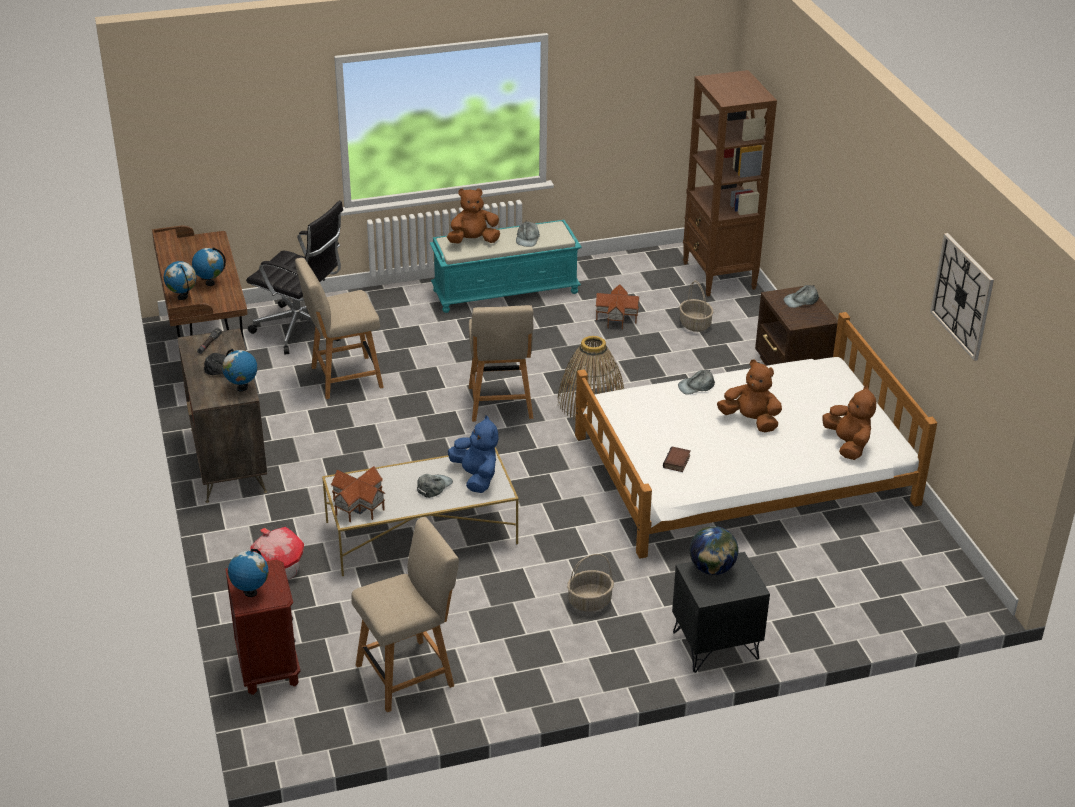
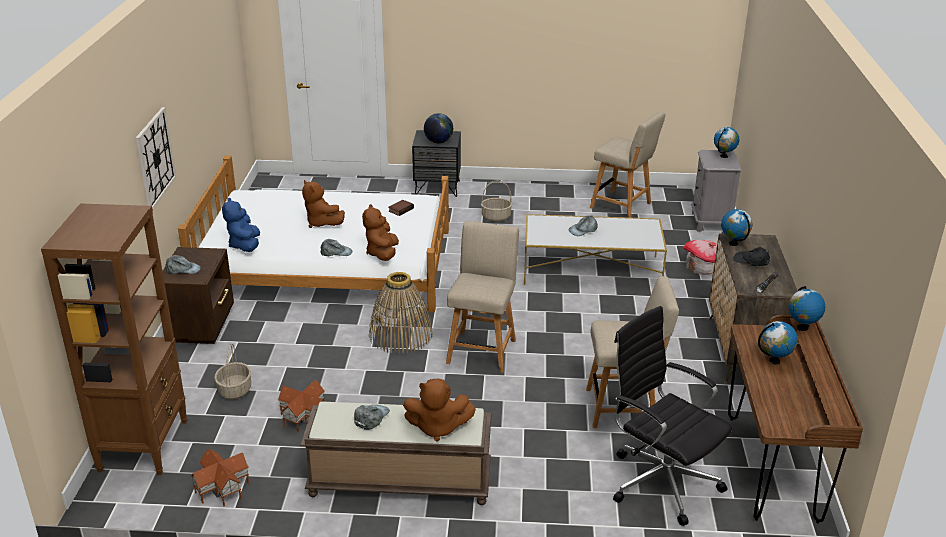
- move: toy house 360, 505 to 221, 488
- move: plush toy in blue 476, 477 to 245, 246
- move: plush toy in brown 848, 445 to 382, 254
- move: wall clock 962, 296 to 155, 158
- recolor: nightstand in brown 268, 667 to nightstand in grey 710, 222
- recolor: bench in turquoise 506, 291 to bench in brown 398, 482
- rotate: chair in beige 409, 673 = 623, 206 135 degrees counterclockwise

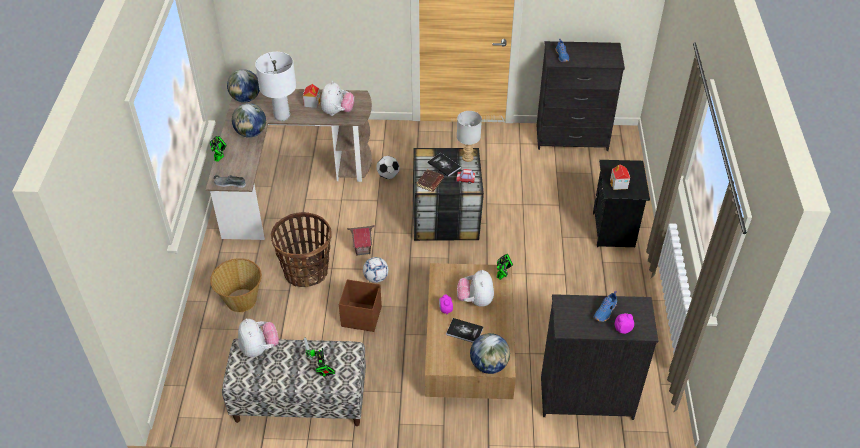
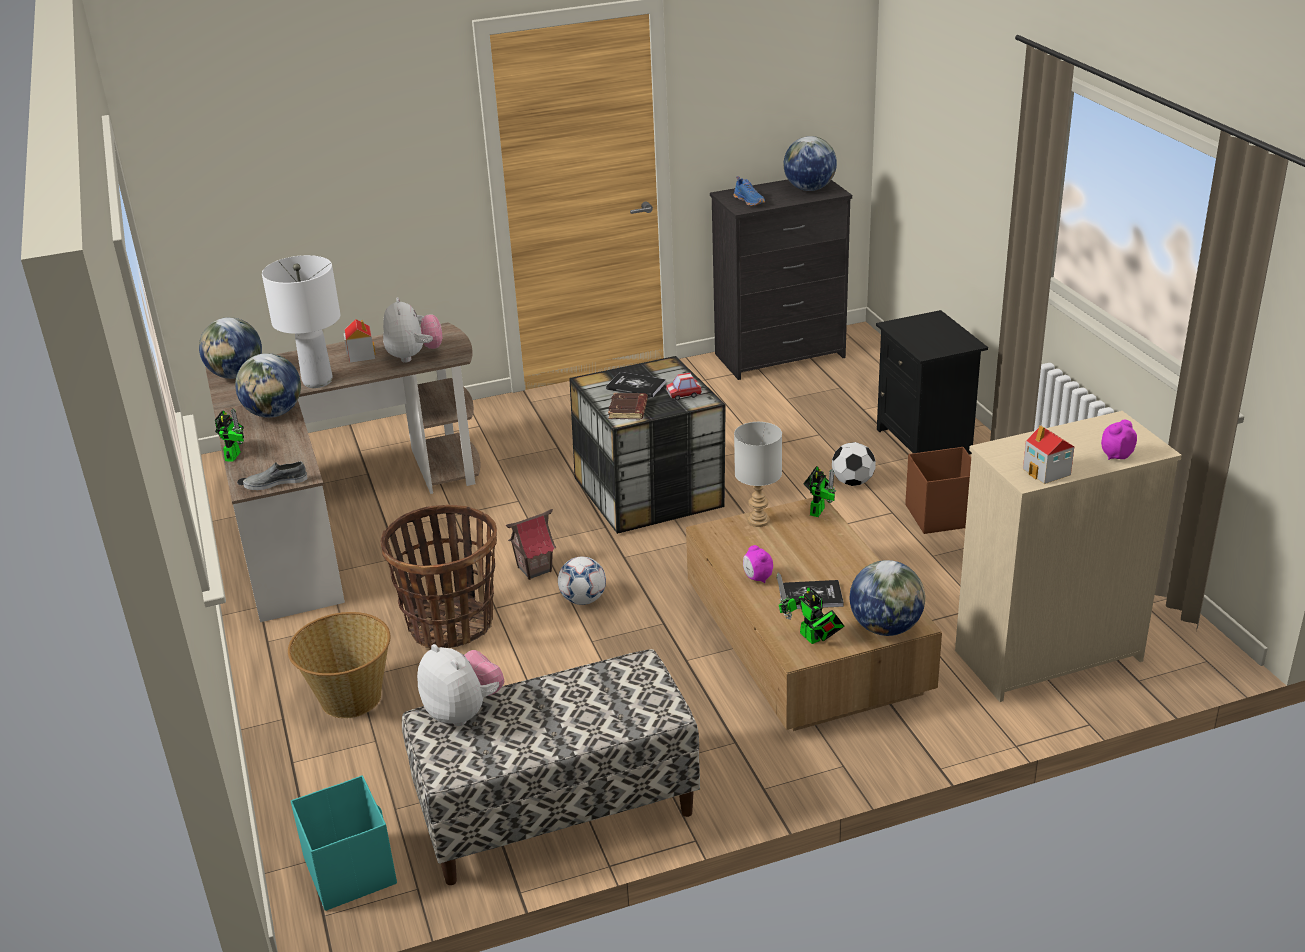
- delete: plush toy 475, 300
- delete: shoe in blue 605, 312
- insert: storage box in turquoise 350, 870
- insert: globe 809, 189
- move: toy robot 322, 371 to 812, 639
- move: storage box in brown 361, 316 to 940, 515
- move: football 388, 175 to 852, 482
- move: table lamp in grey 467, 158 to 757, 521
- move: toy house 619, 184 to 1047, 472
- recolor: dresser in black 585, 397 to dresser in beige 1045, 655

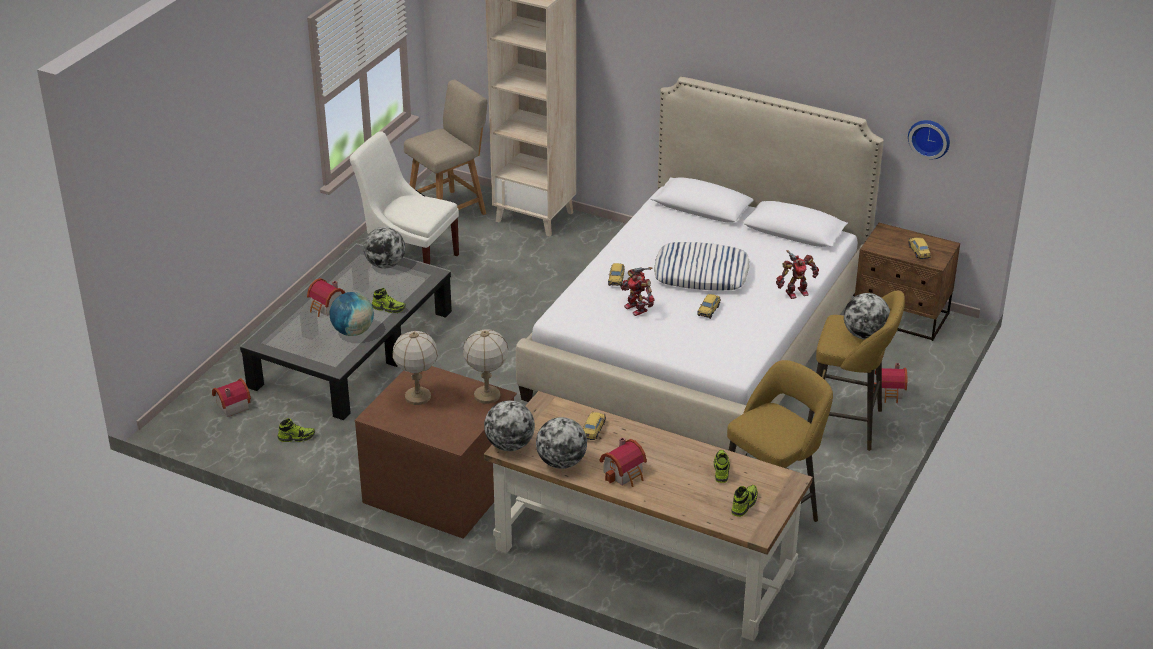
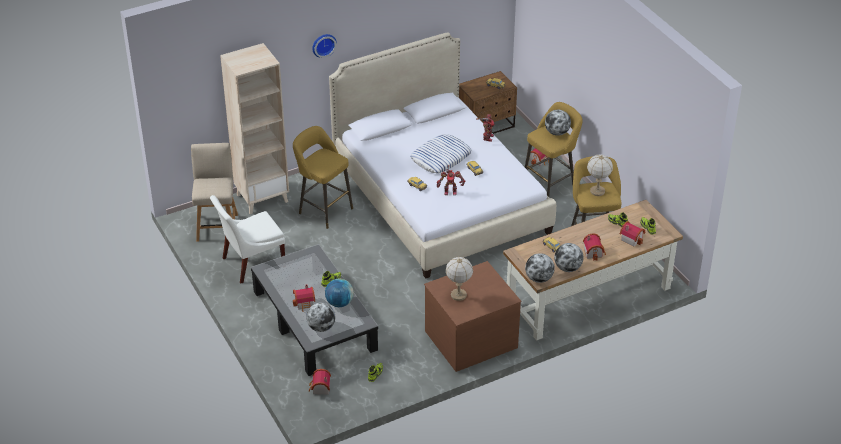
- insert: stool in yellow 323, 209
- insert: toy house 631, 238
- move: globe 385, 265 to 321, 327
- move: table lamp 486, 395 to 597, 191
- move: wall clock 930, 138 to 323, 44

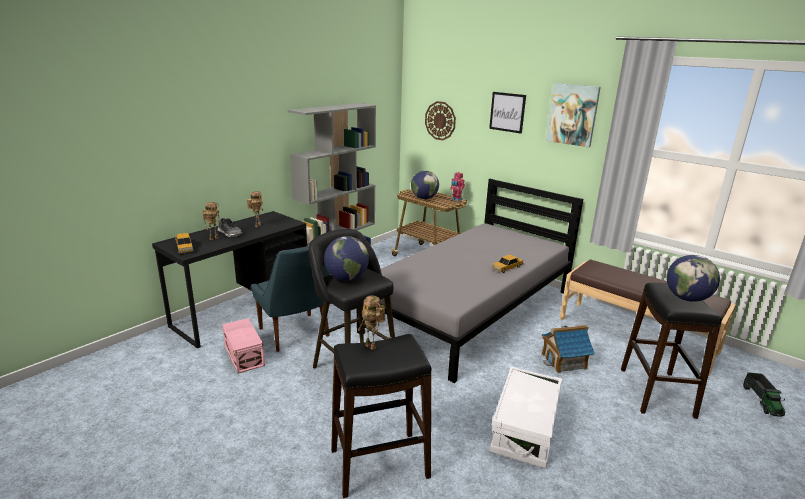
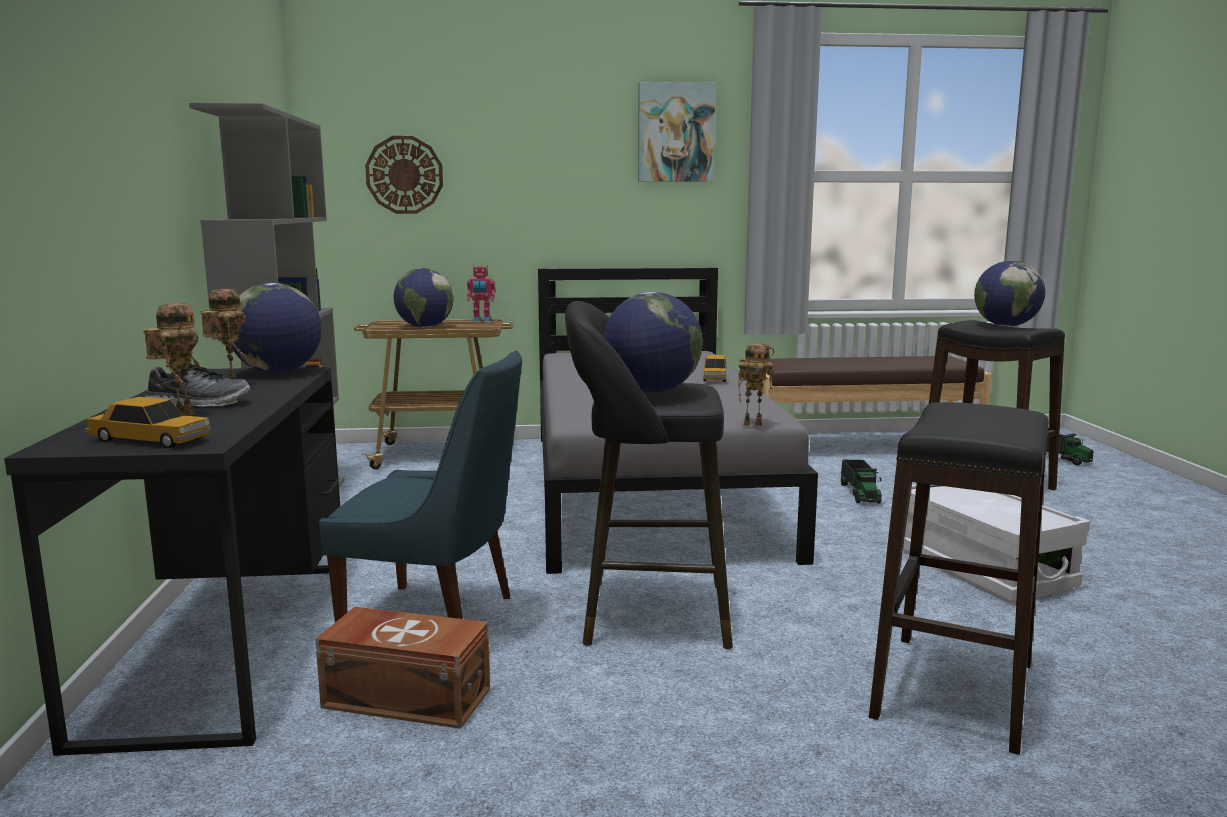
- delete: picture 507, 112
- insert: globe 278, 372
- move: toy robot 372, 346 to 753, 424
- replace: toy house 564, 361 to toy truck 860, 494
- recolor: storage box in pink 245, 355 to storage box in brown 406, 696

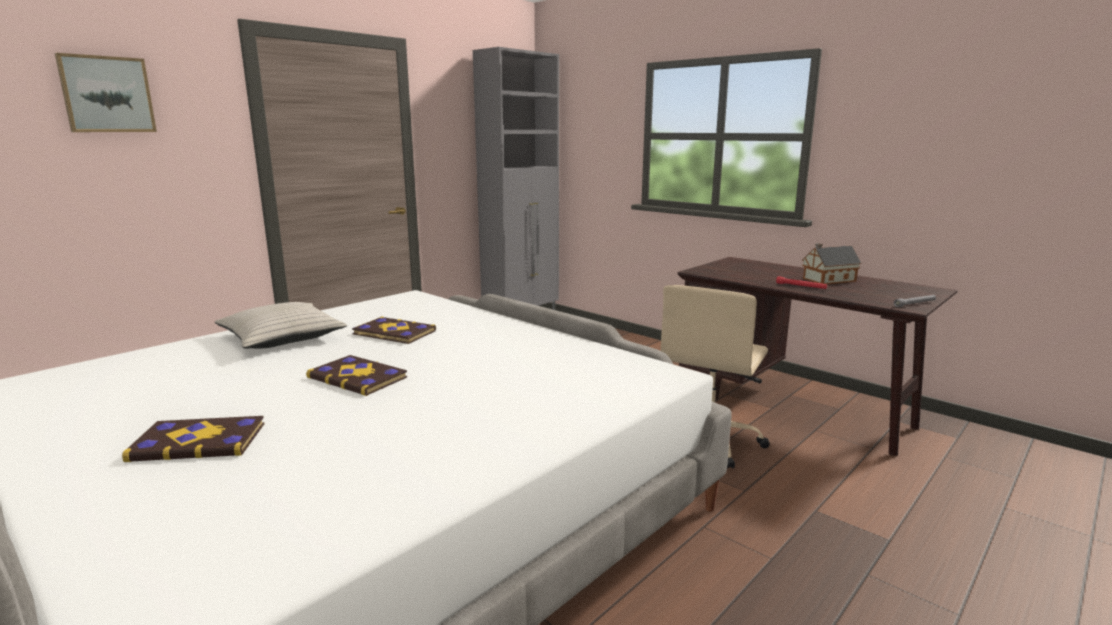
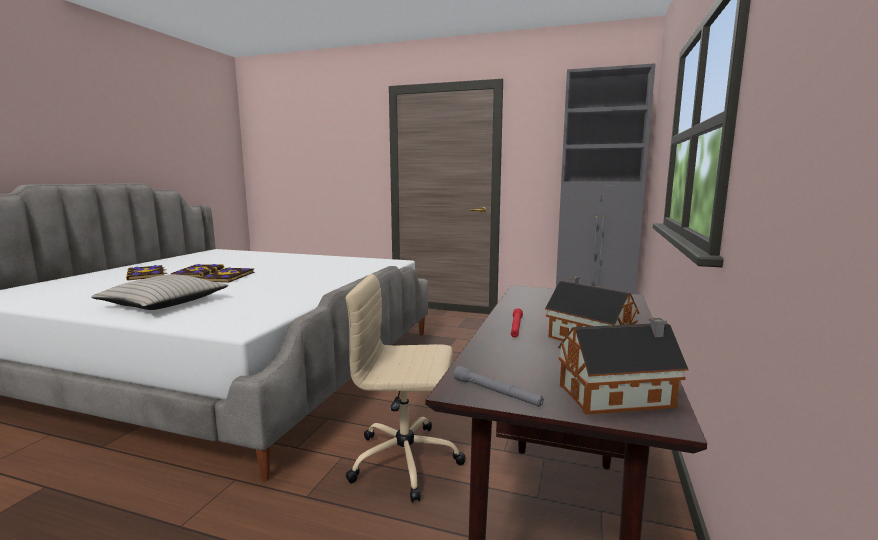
- delete: picture 107, 94
- insert: toy house 620, 396
- move: pillow in beige 282, 337 to 163, 303
- move: book 393, 333 to 198, 273

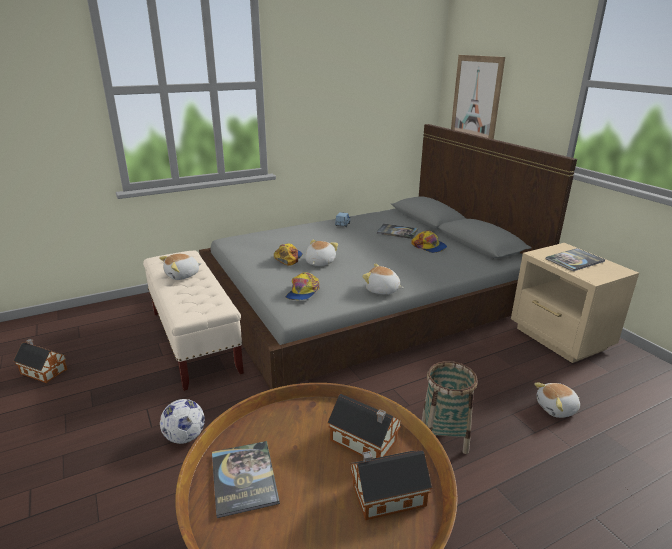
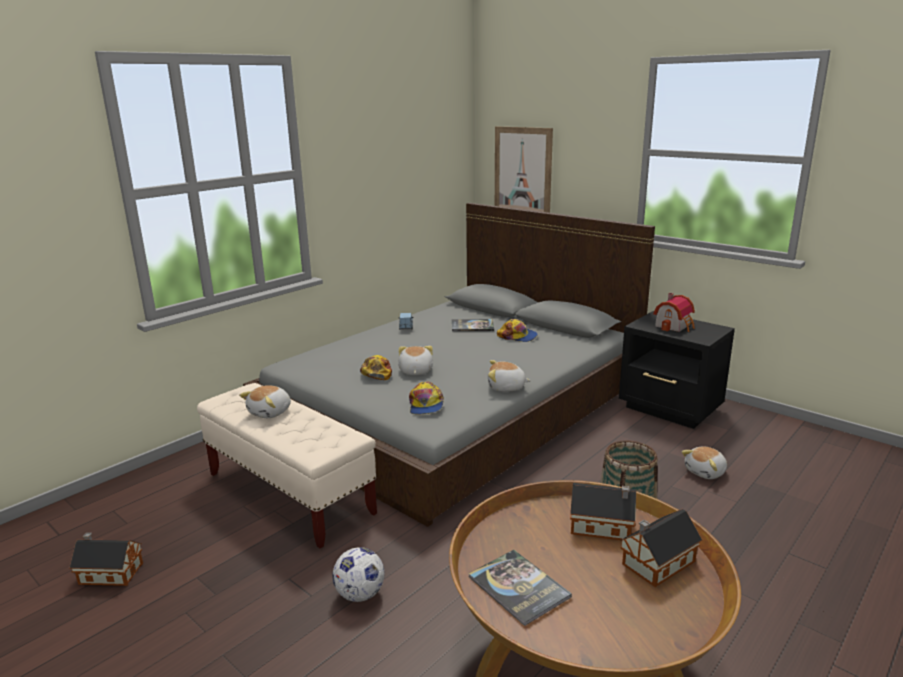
- replace: book 575, 260 to toy house 675, 326
- recolor: nightstand in beige 560, 339 to nightstand in black 670, 409

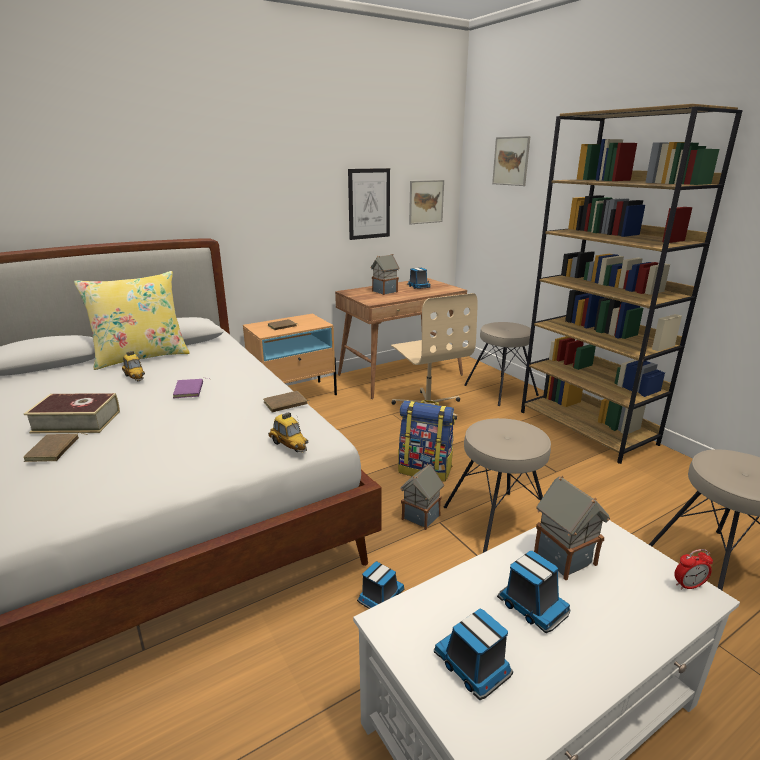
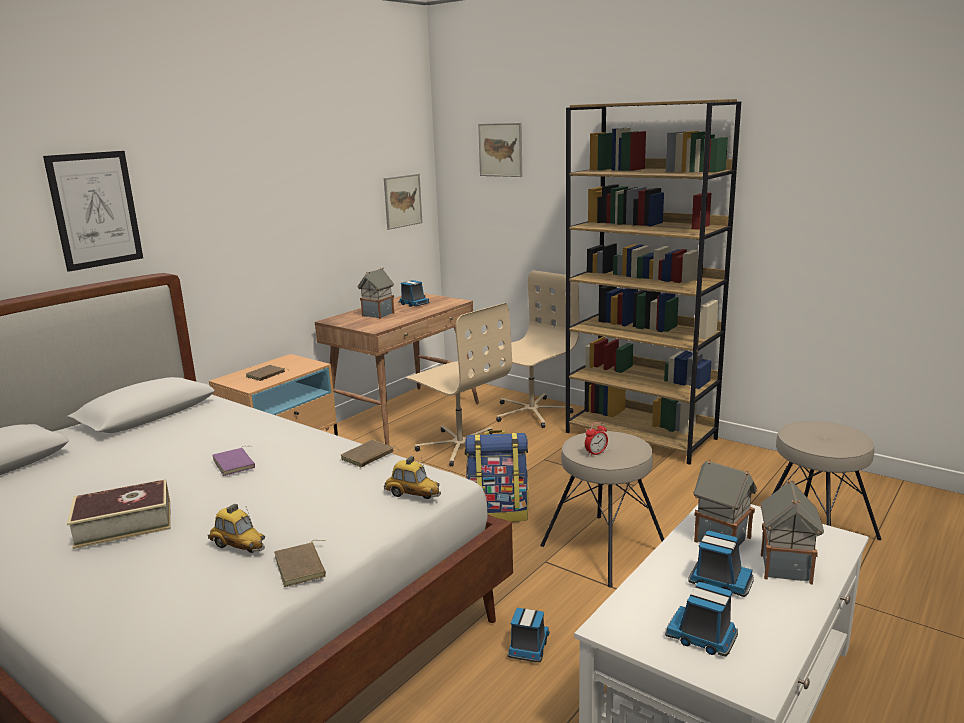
- delete: pillow in yellow 141, 357
- move: book in brown 54, 450 to 302, 567
- move: toy car 135, 377 to 238, 546
- move: picture 369, 204 to 95, 210
- move: toy house 421, 516 to 785, 567
- move: alarm clock 688, 585 to 596, 453
- replace: stool in beige 501, 390 to office chair in beige 531, 412

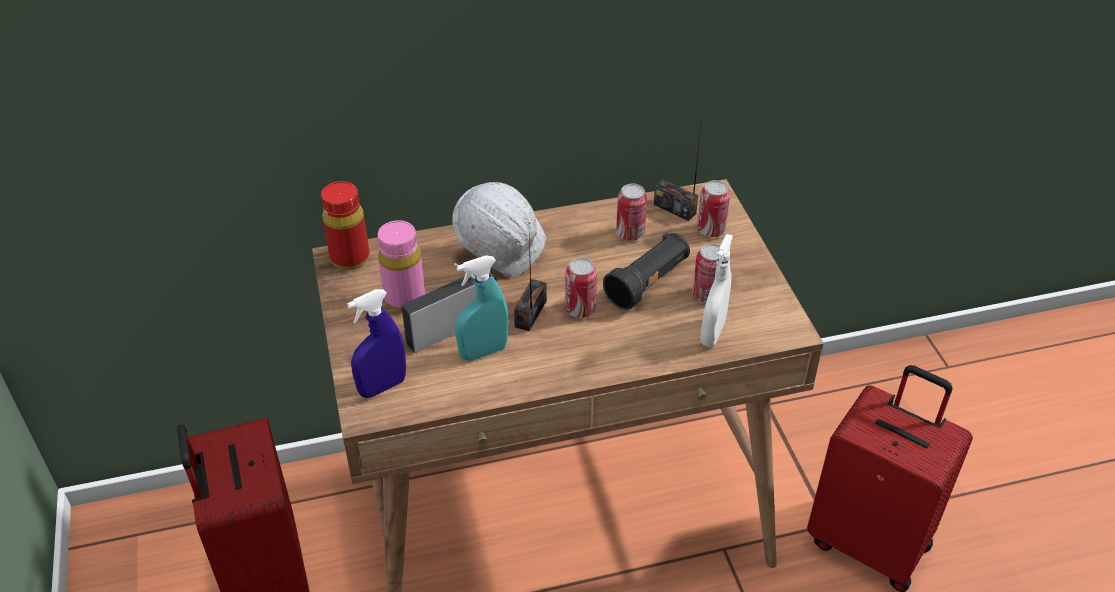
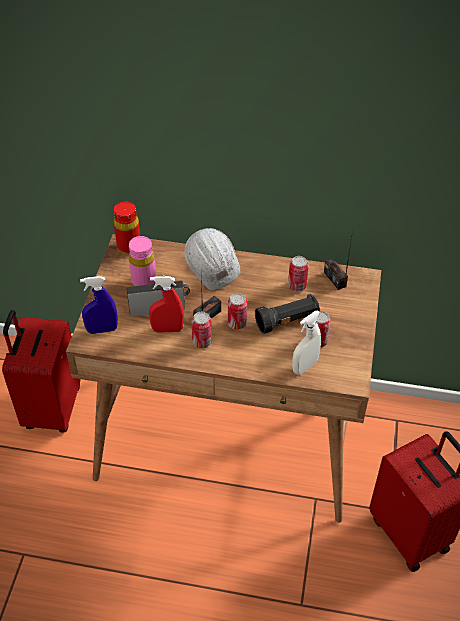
- move: can 711, 230 to 202, 342
- recolor: spray bottle in turquoise 483, 352 to spray bottle in red 167, 329

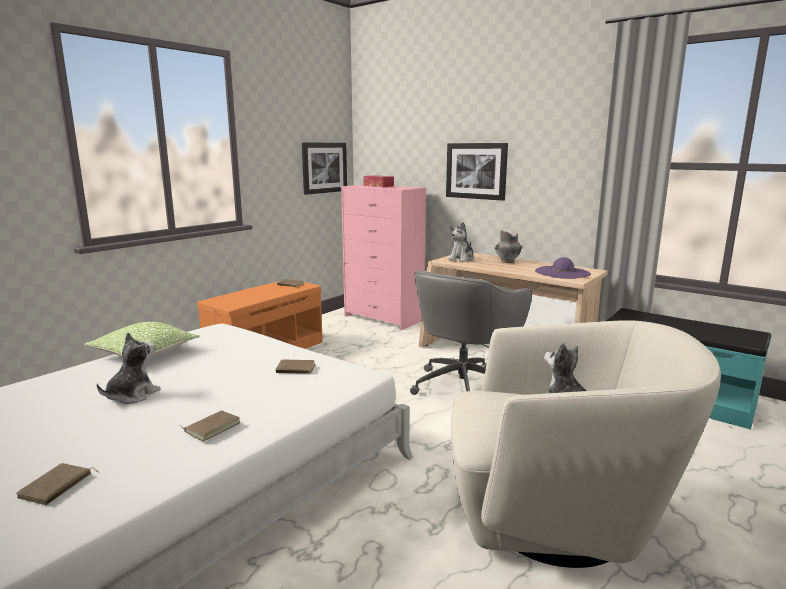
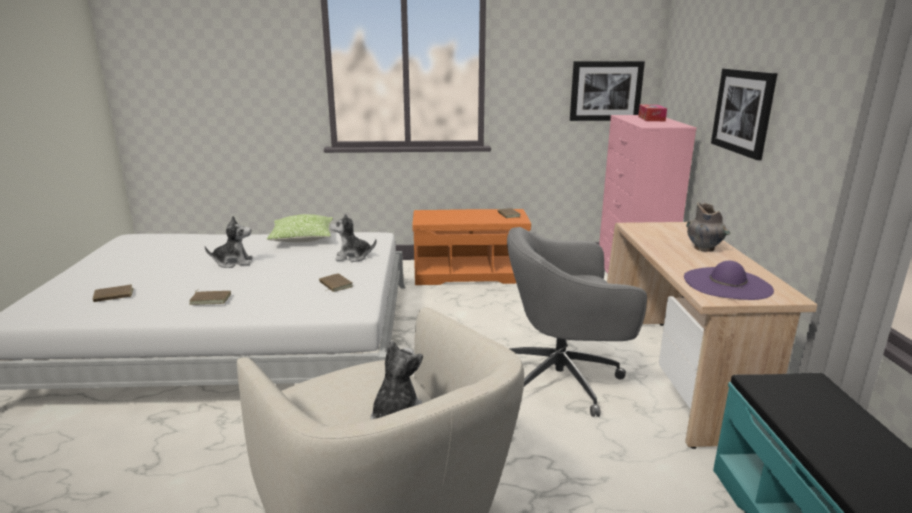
- move: plush toy 461, 259 to 352, 257

